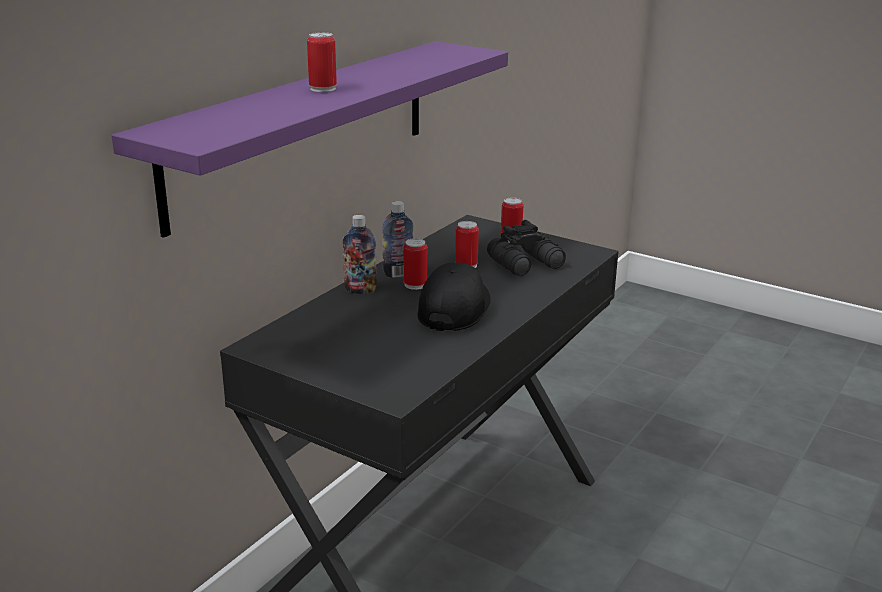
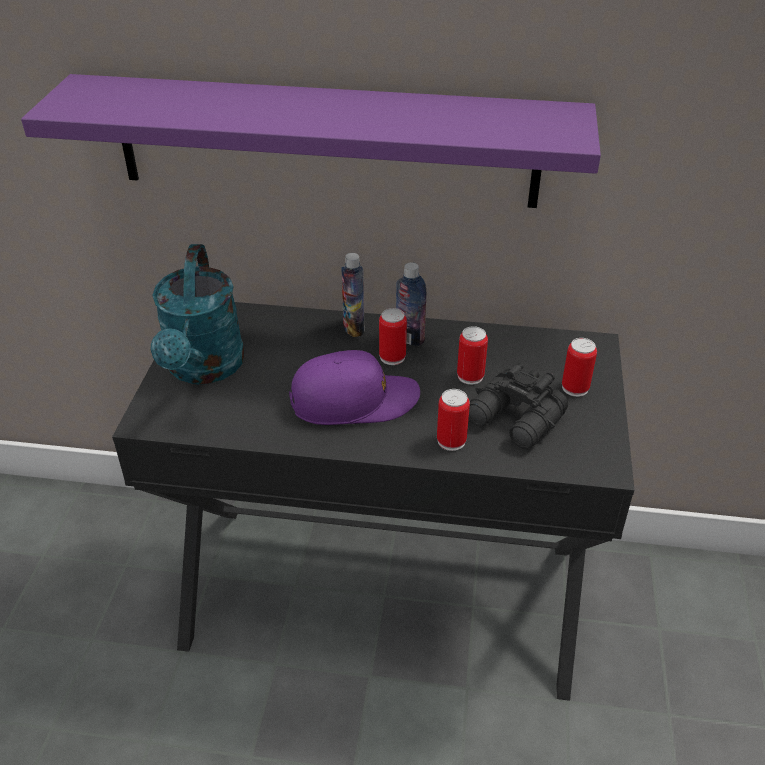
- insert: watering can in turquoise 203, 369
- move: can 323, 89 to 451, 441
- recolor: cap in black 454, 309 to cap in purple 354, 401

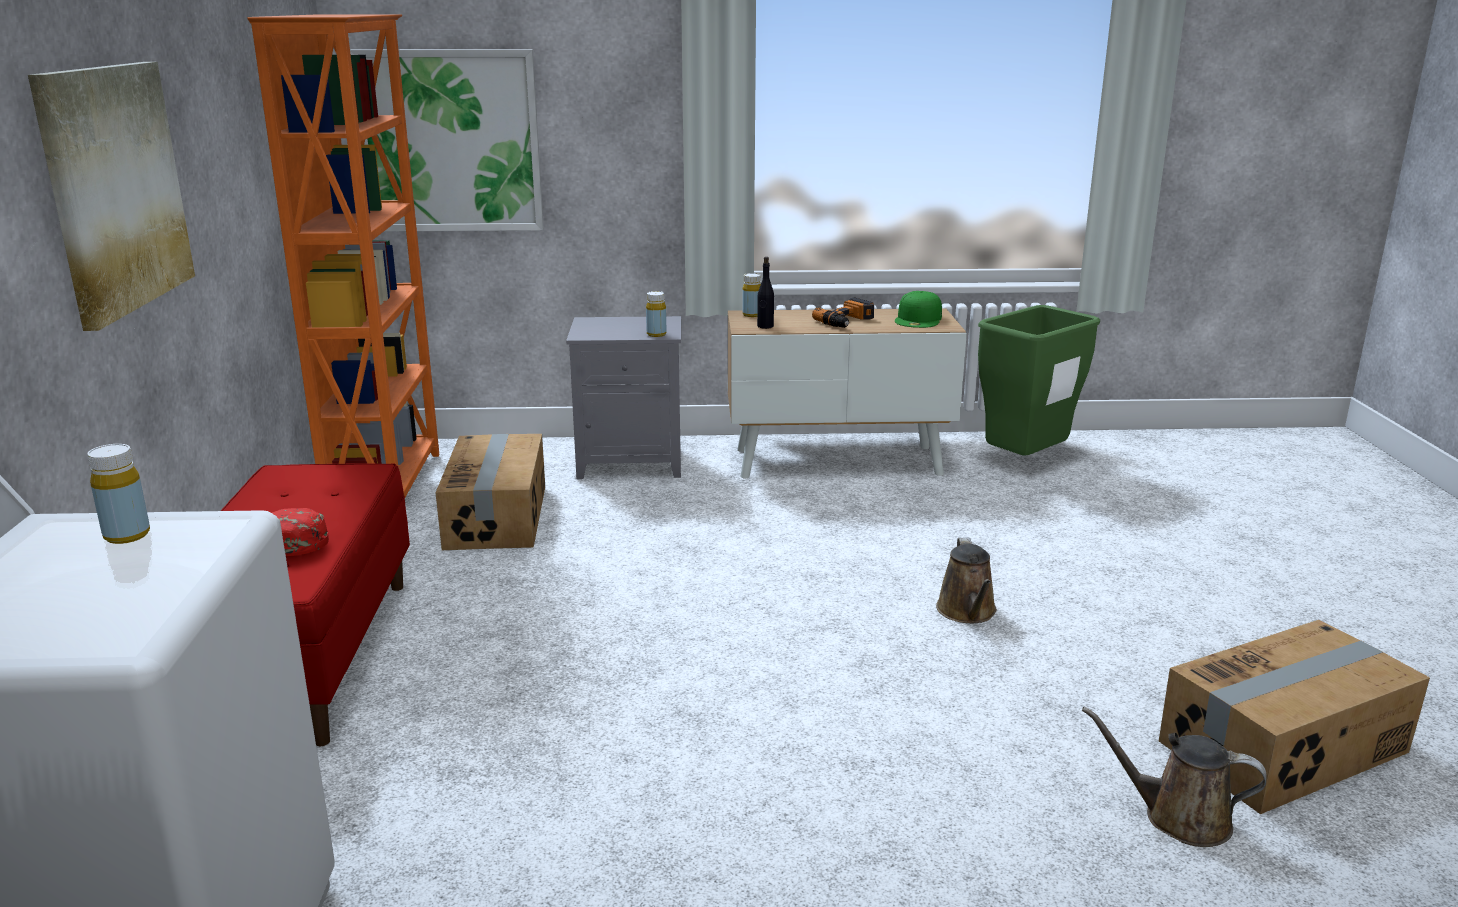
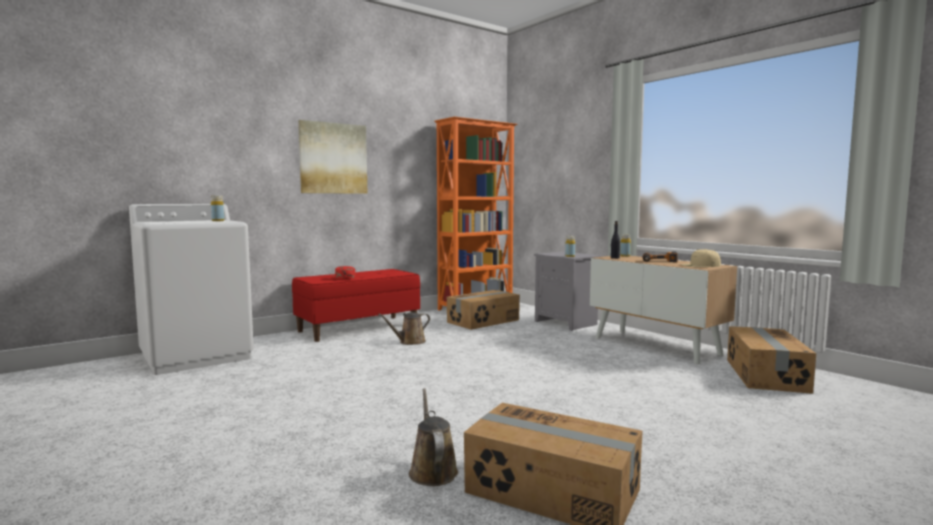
- delete: picture 450, 141
- move: watering can in brown 967, 612 to 410, 342
- replace: trash can in green 1024, 463 to cardboard box 765, 375
- recolor: cap in green 919, 319 to cap in beige 701, 265

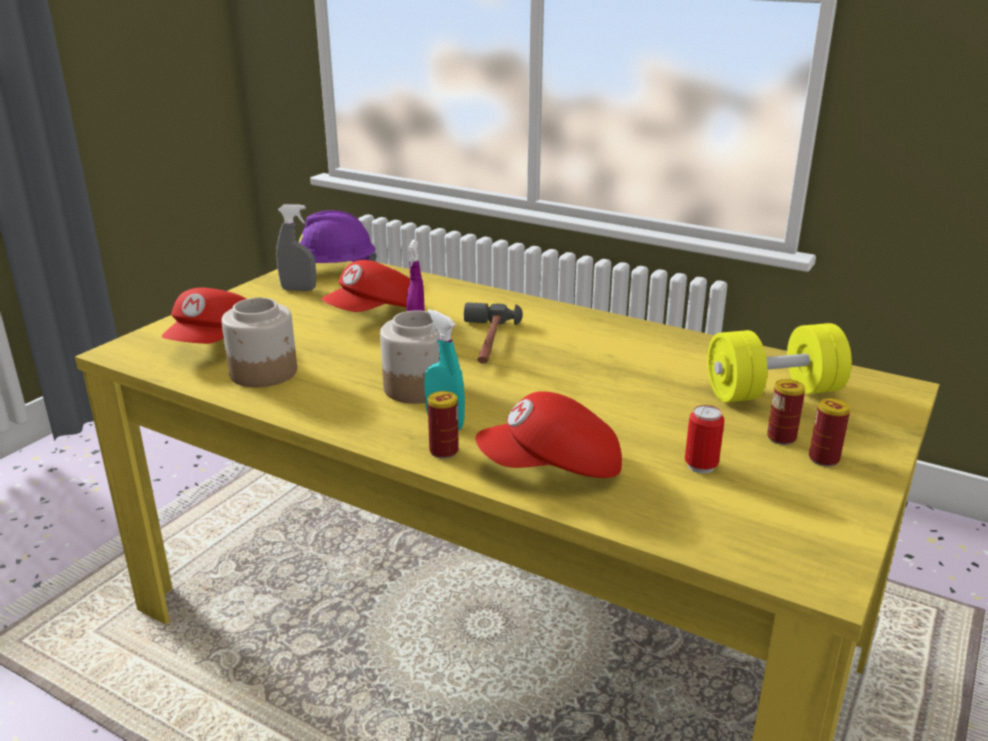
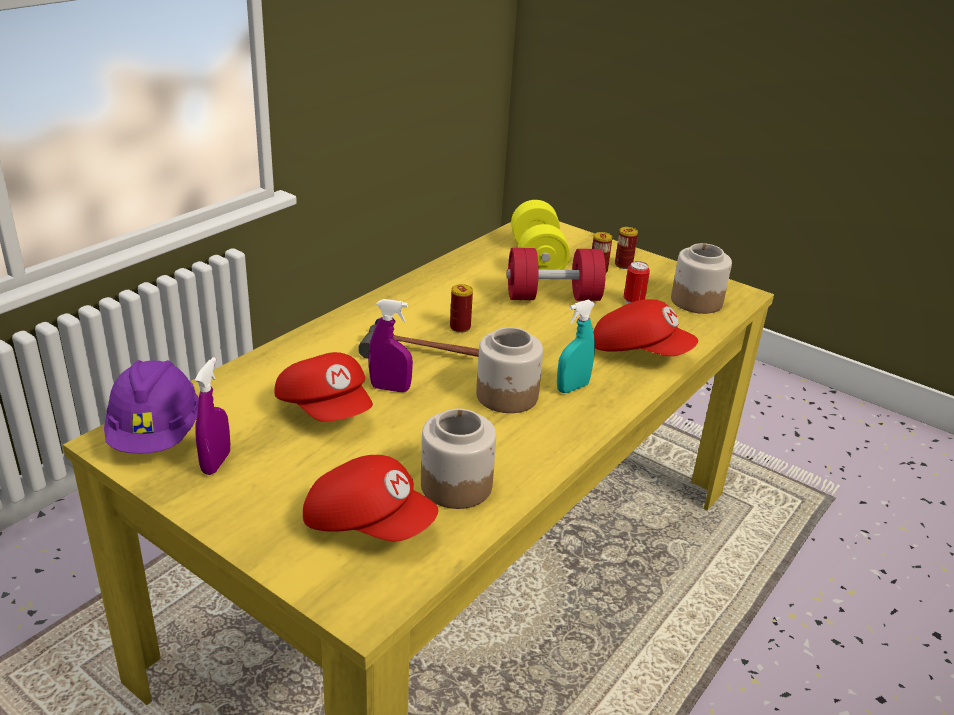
- insert: dumbbell in red 553, 297
- insert: jar 696, 301
- move: can 444, 451 to 460, 327
- recolor: spray bottle in grey 298, 289 to spray bottle in purple 216, 463
- rotate: cap in red 552, 469 = 639, 351 60 degrees counterclockwise

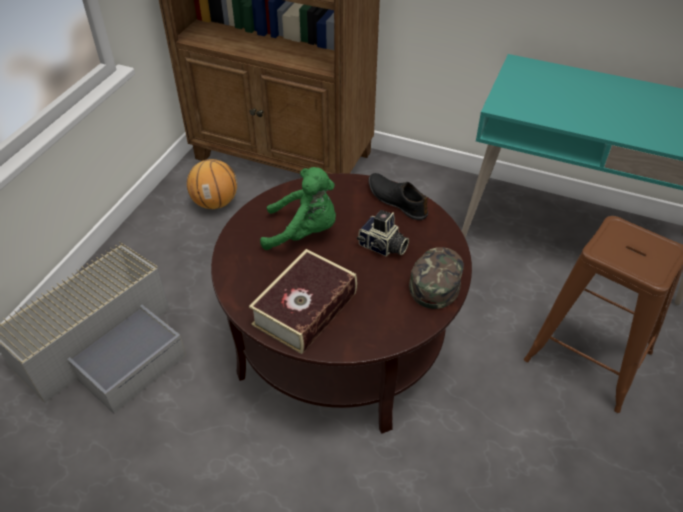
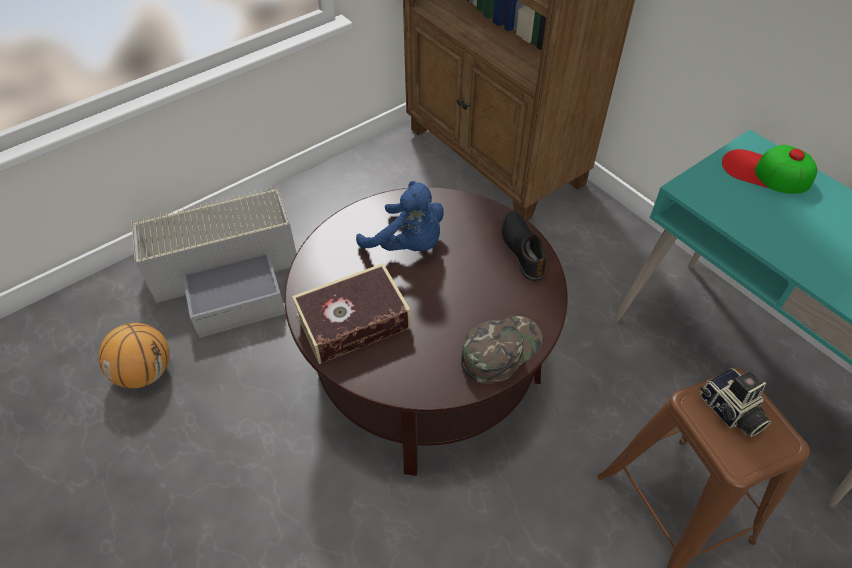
- insert: cap 765, 172
- move: basketball 215, 202 to 145, 372
- move: photo camera 382, 247 to 730, 412
- recolor: plush toy in green 304, 232 to plush toy in blue 408, 245

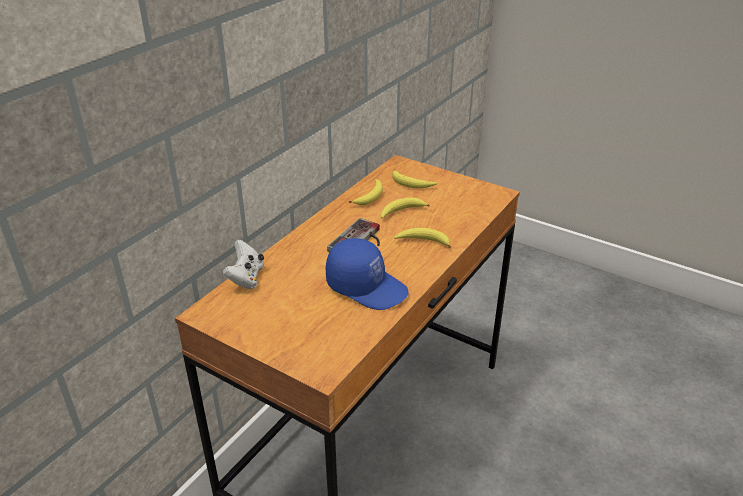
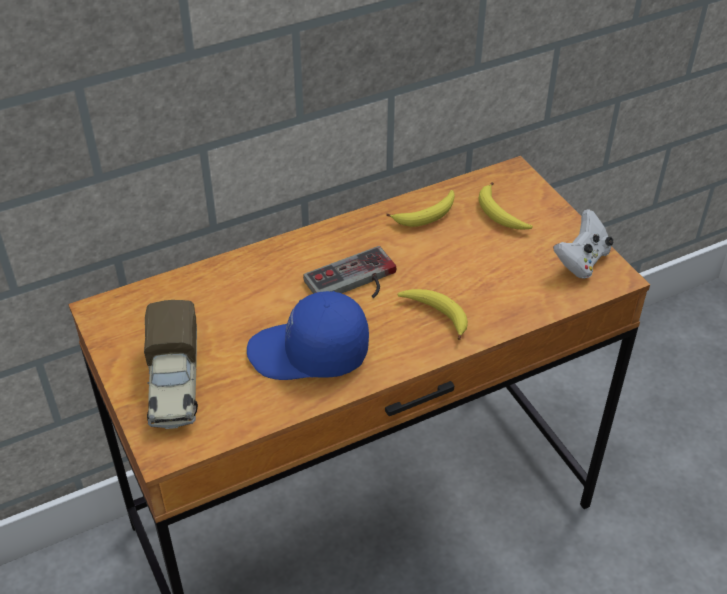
- delete: banana 401, 212
- insert: toy truck 174, 384
- move: game controller in white 246, 278 to 581, 261
- rotate: cap in blue 367, 286 = 309, 354 120 degrees clockwise

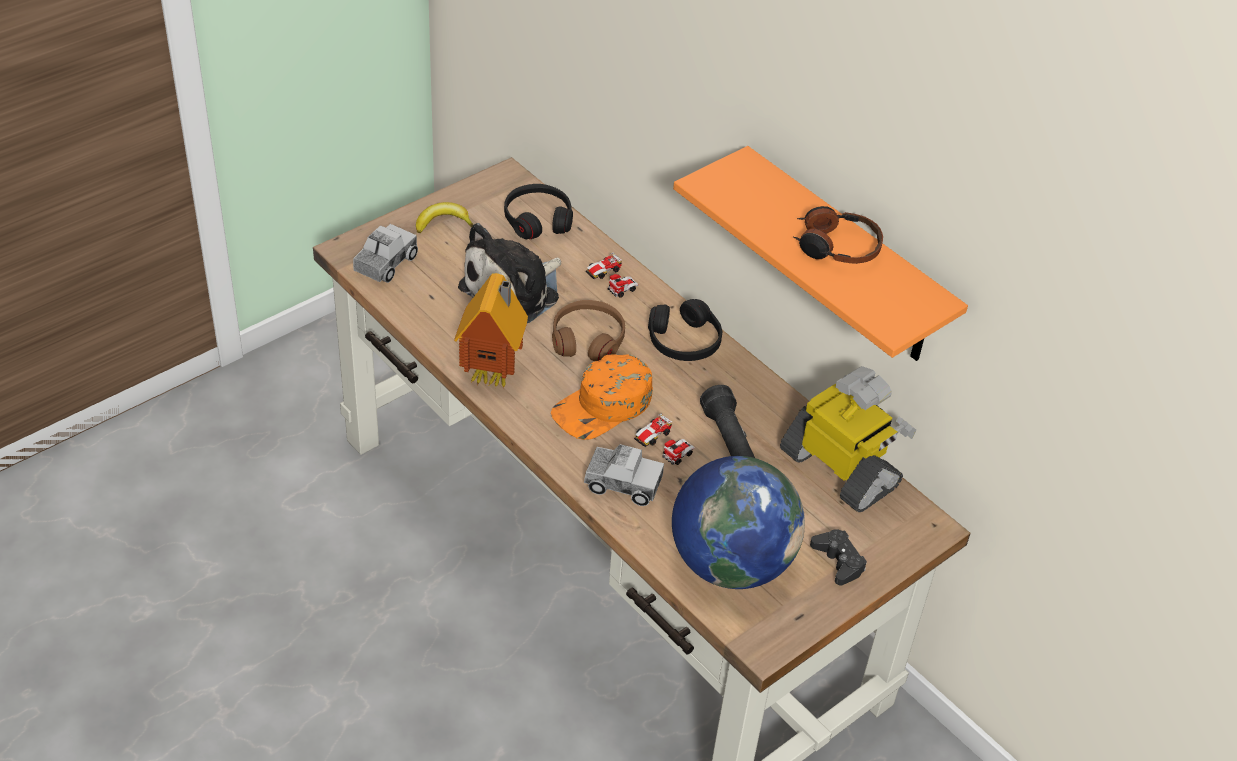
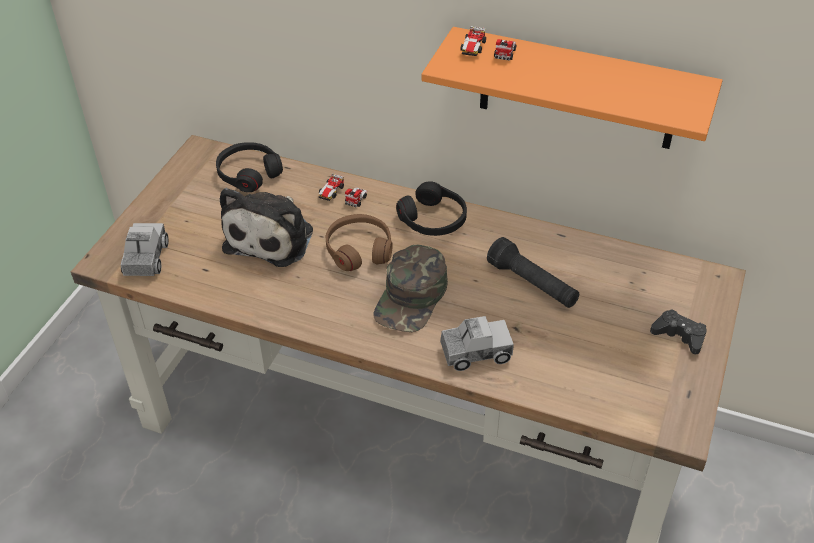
- delete: banana 443, 223
- delete: toy house 494, 374
- delete: globe 730, 563
- delete: toy robot 841, 469
- delete: headphones 836, 246
- move: toy car 663, 446 to 488, 52
- recolor: cap in orange 603, 406 to cap in green 412, 297

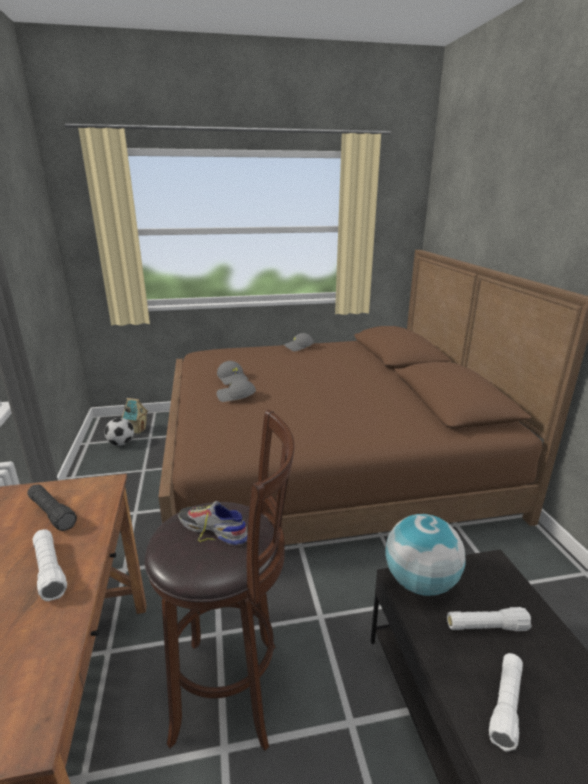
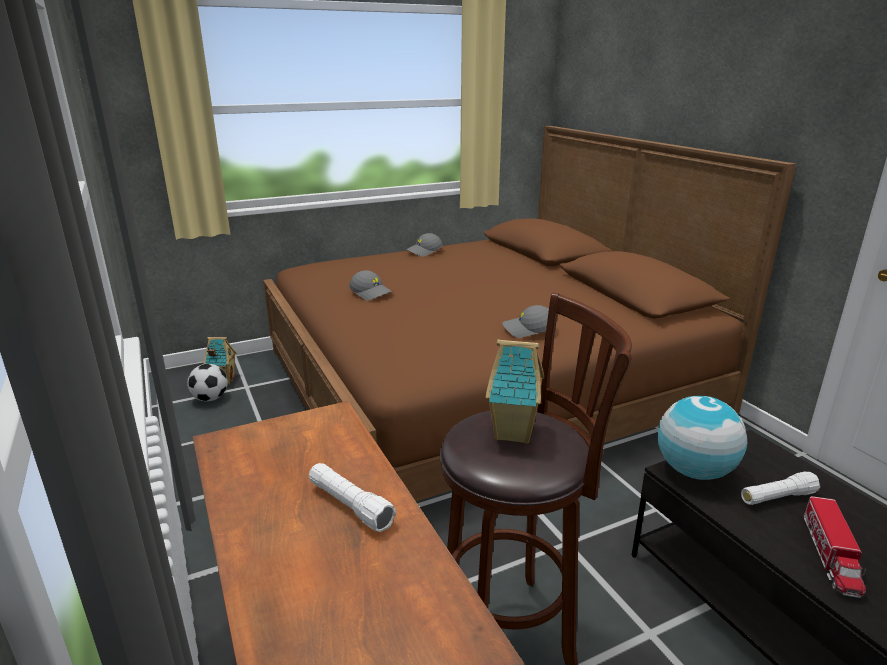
- delete: flashlight in black 52, 513
- move: cap in grey 236, 397 to 528, 330
- replace: shoe 213, 529 to toy house 514, 433
- replace: flashlight in white 505, 705 to toy truck 830, 556

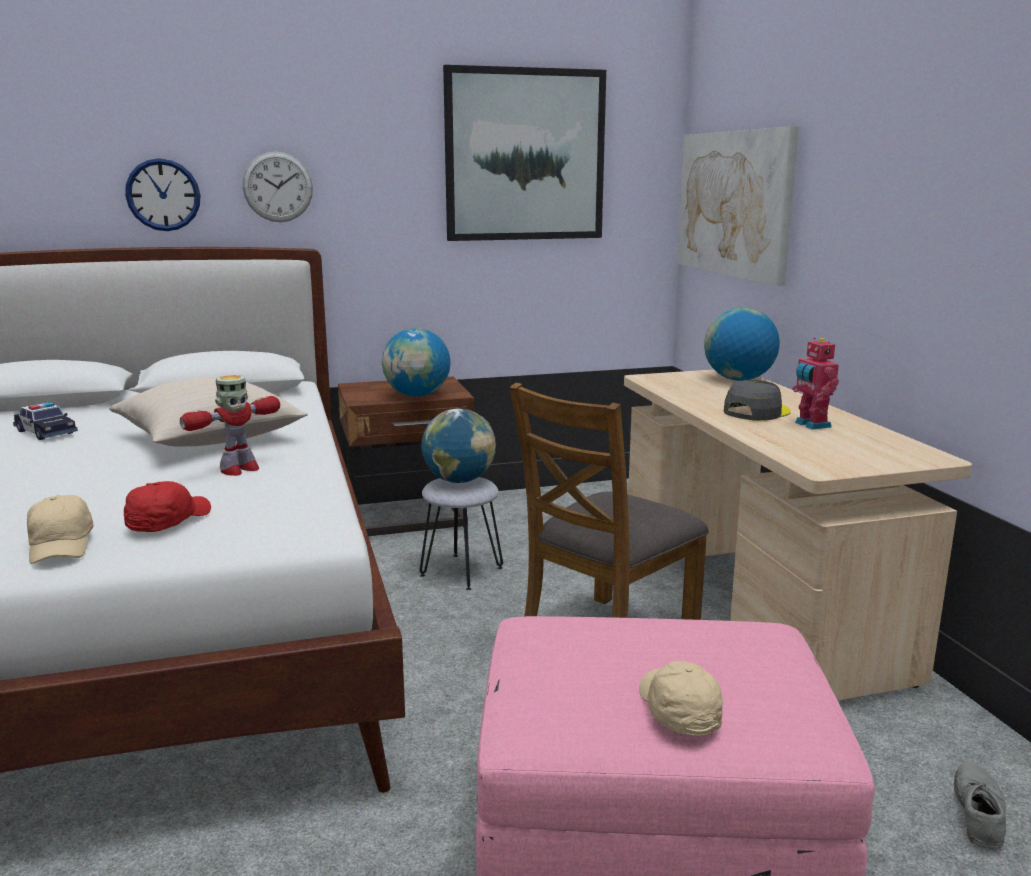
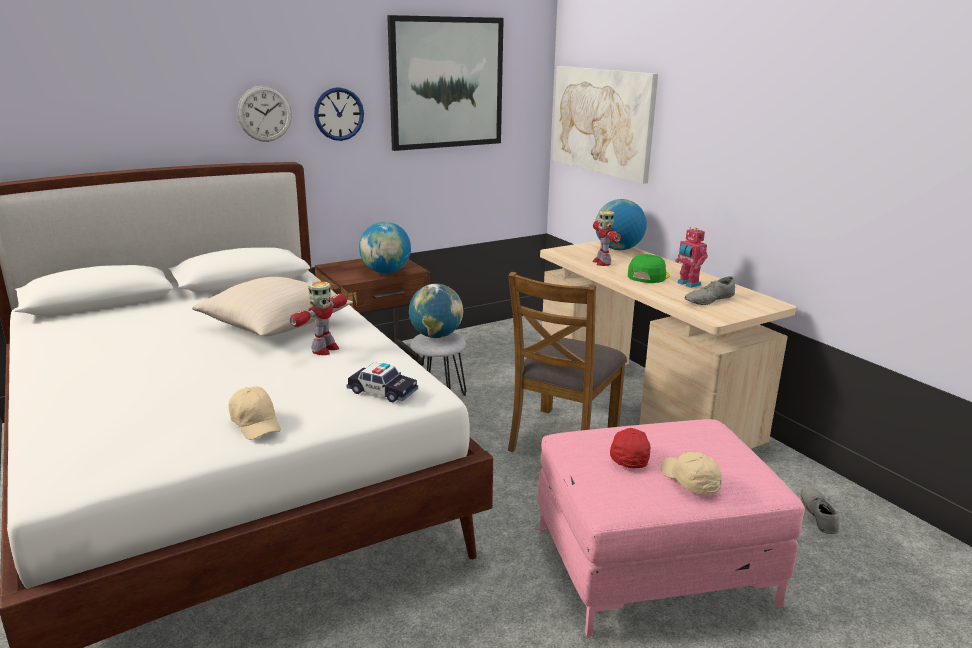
- insert: toy robot 602, 262
- insert: shoe in grey 709, 299
- move: toy car 45, 432 to 382, 391
- move: cap in red 167, 522 to 628, 456
- move: wall clock 163, 195 to 339, 114
- recolor: cap in grey 756, 412 to cap in green 648, 276

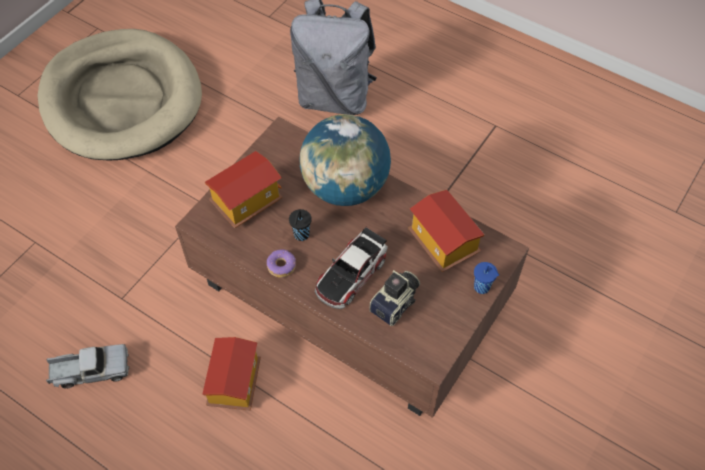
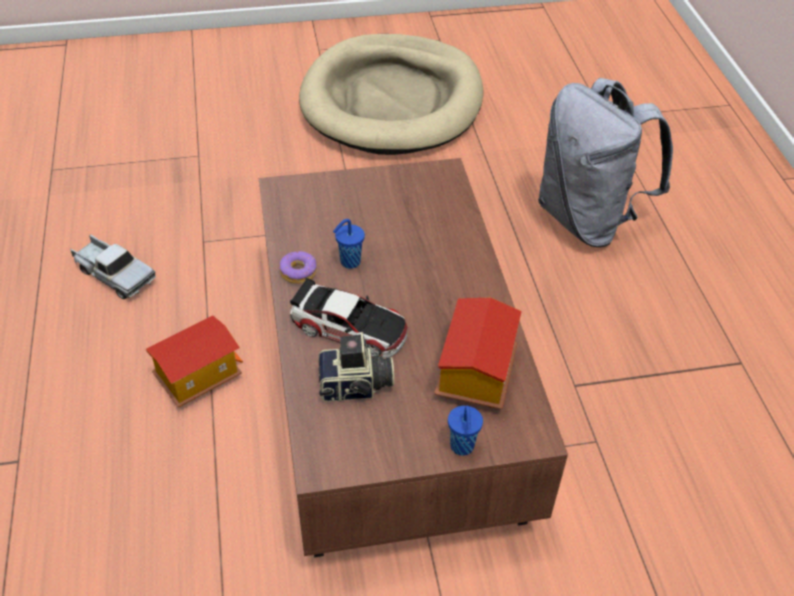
- delete: toy house 246, 201
- delete: globe 345, 187
- recolor: cup in black 301, 235 to cup in blue 349, 262
- rotate: toy car 351, 274 = 350, 327 150 degrees counterclockwise

